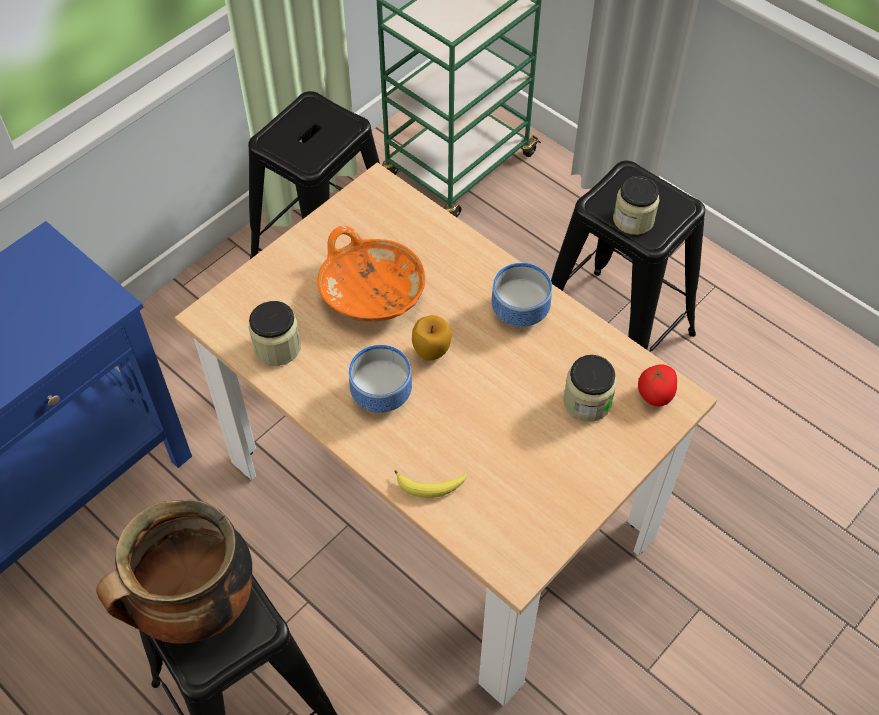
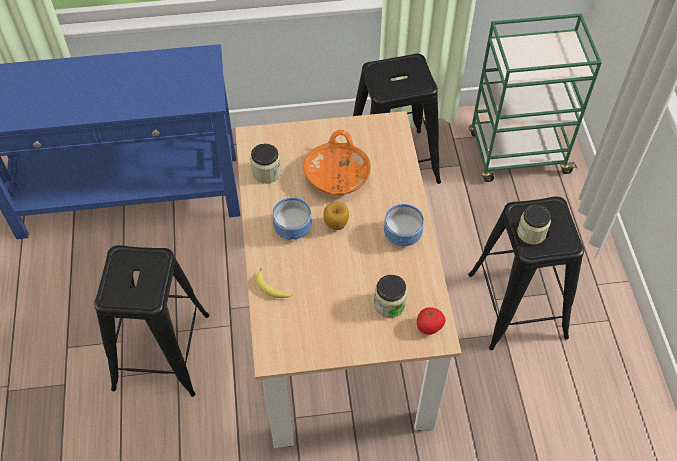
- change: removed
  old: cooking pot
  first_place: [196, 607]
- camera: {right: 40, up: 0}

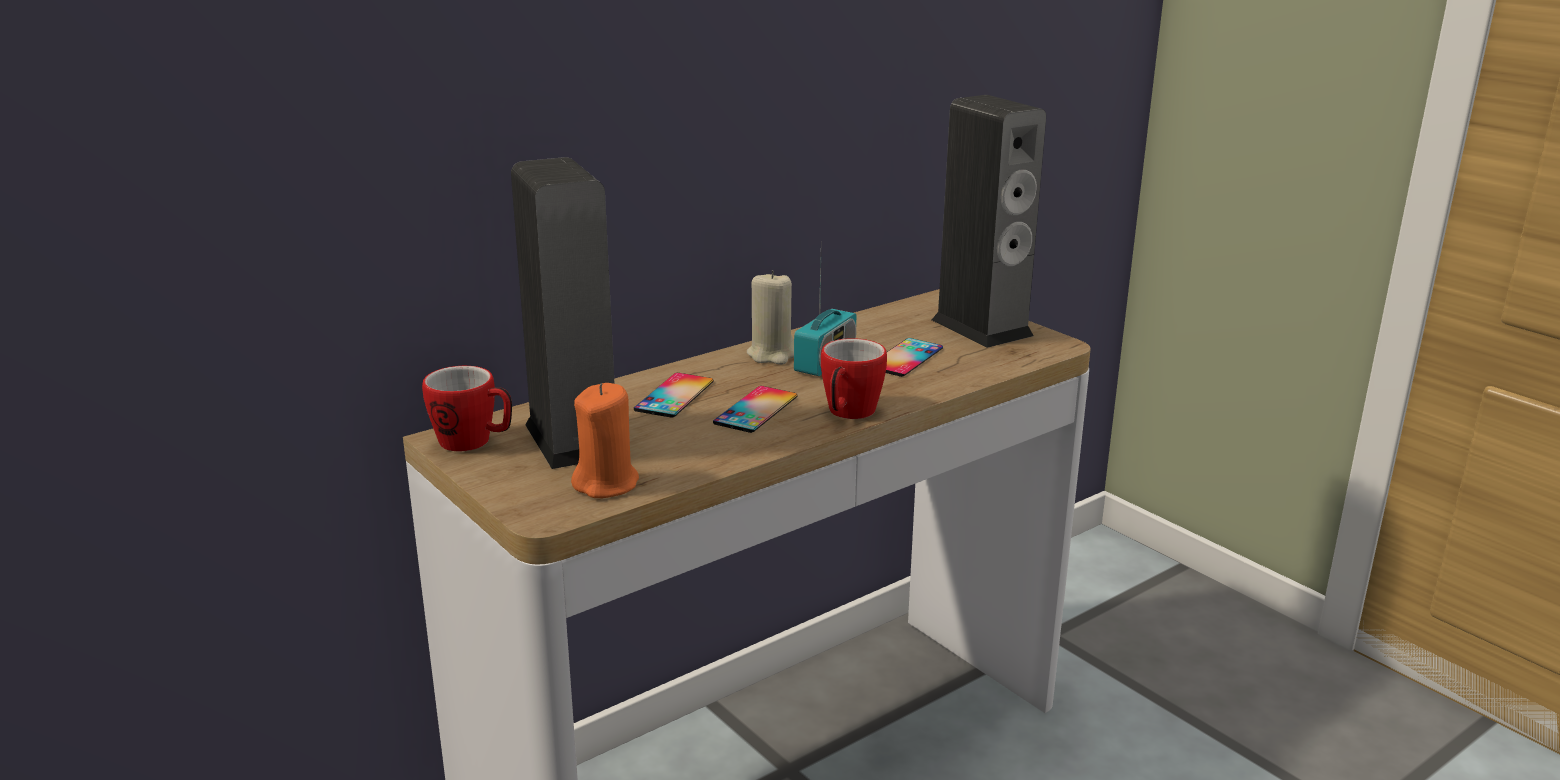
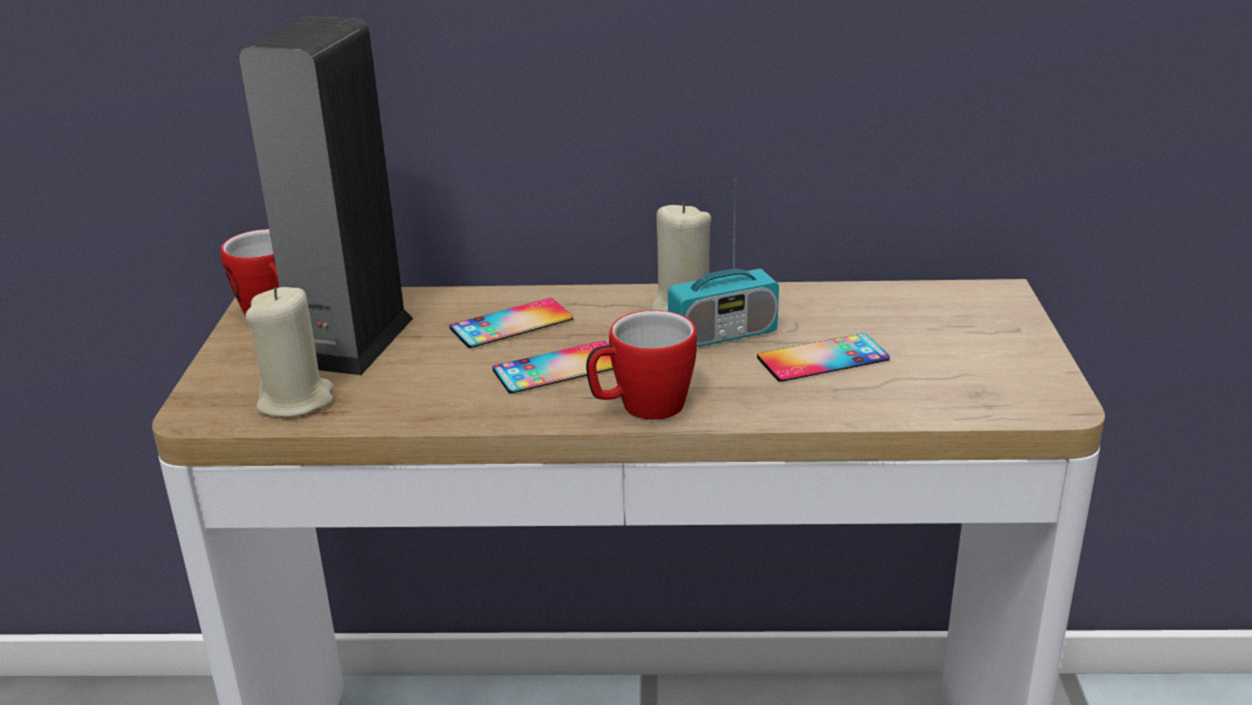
- change: recoloured
  old: orange candle
  new: beige candle
  first_place: [606, 484]
  second_place: [296, 400]
- change: removed
  old: speaker
  first_place: [981, 327]
- camera: {right: 40, up: 5}

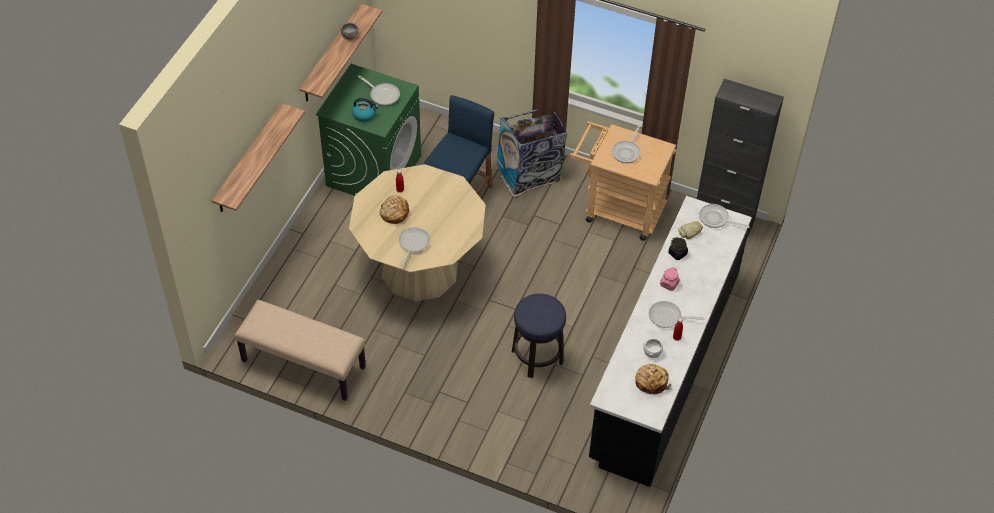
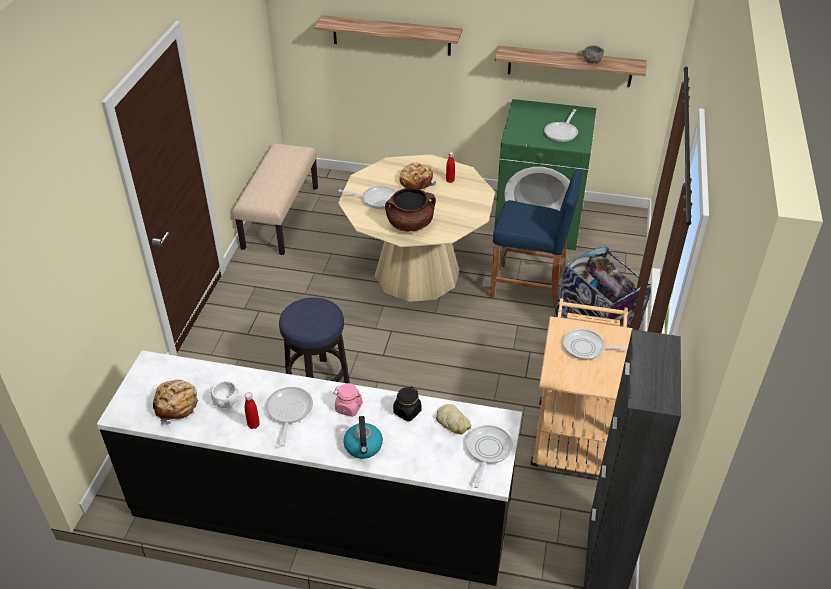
- change: moved
  old: kettle
  first_place: [364, 114]
  second_place: [363, 447]
- change: added
  new: brown cooking pot
  second_place: [410, 224]
- camera: {right: 80, up: -10}

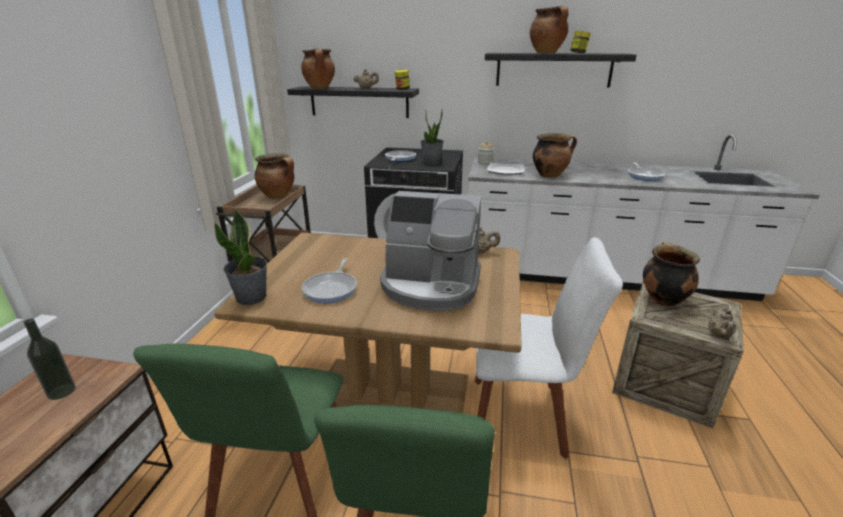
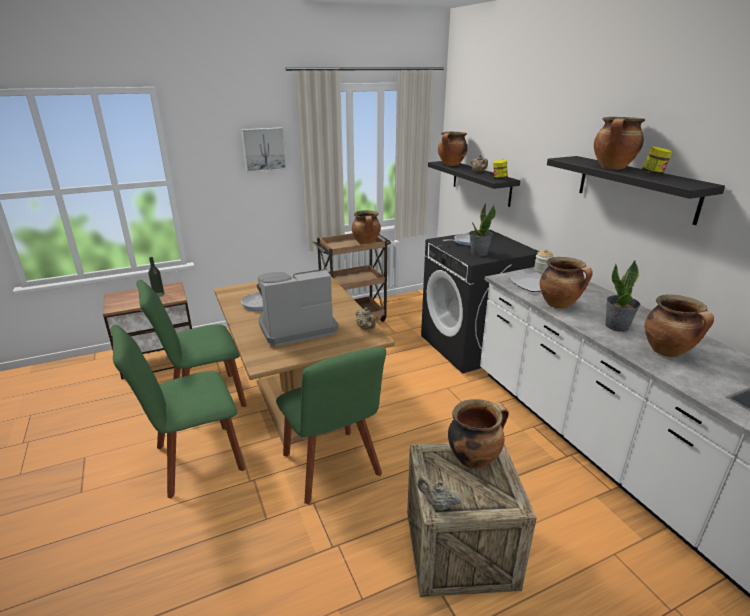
- change: moved
  old: potted plant
  first_place: [252, 297]
  second_place: [617, 326]
- change: turned
  old: coffee machine
  first_place: [431, 285]
  second_place: [296, 327]
  degrees: 90
- change: recoloured
  old: white chair
  new: green chair
  first_place: [523, 415]
  second_place: [333, 468]
- change: replaced
  old: frying pan
  new: cooking pot
  first_place: [644, 176]
  second_place: [668, 352]
- change: turned
  old: beige teapot
  first_place: [719, 335]
  second_place: [438, 504]
  degrees: 45
- change: added
  new: picture
  second_place: [264, 149]
- camera: {right: 55, up: 0}

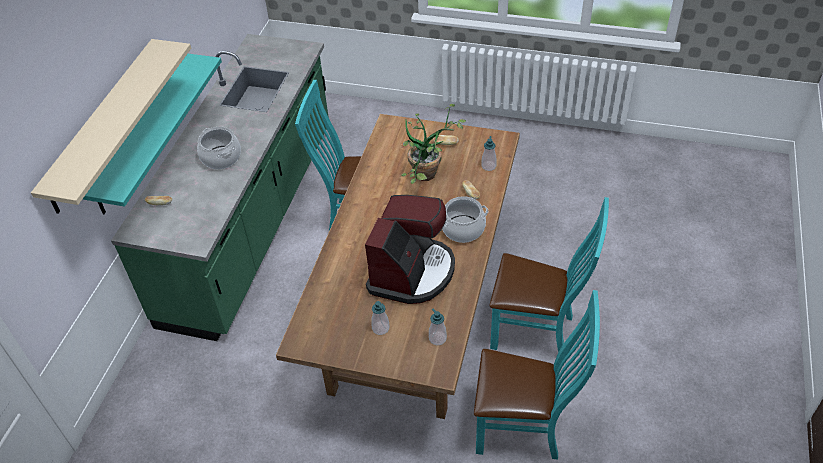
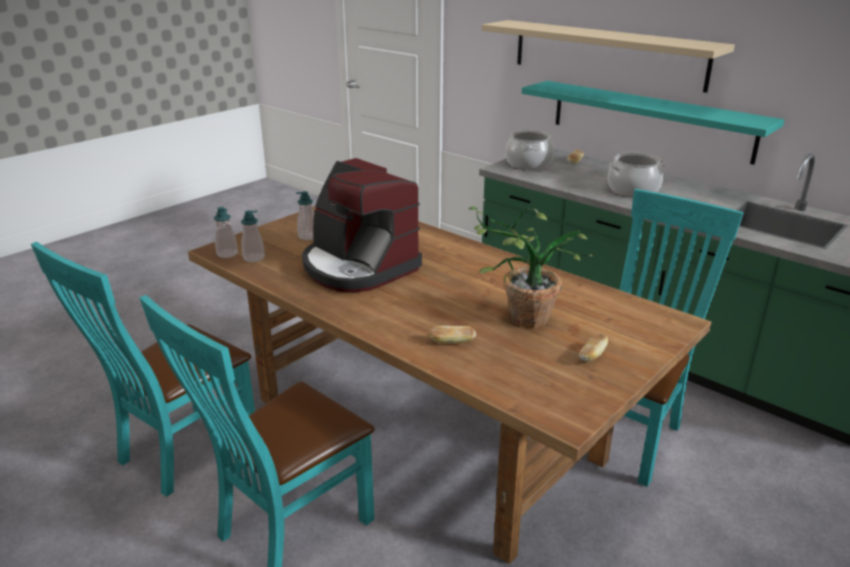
- change: moved
  old: cooking pot
  first_place: [463, 229]
  second_place: [528, 164]
- change: moved
  old: soap dispenser
  first_place: [488, 166]
  second_place: [227, 254]
- camera: {right: 115, up: -20}

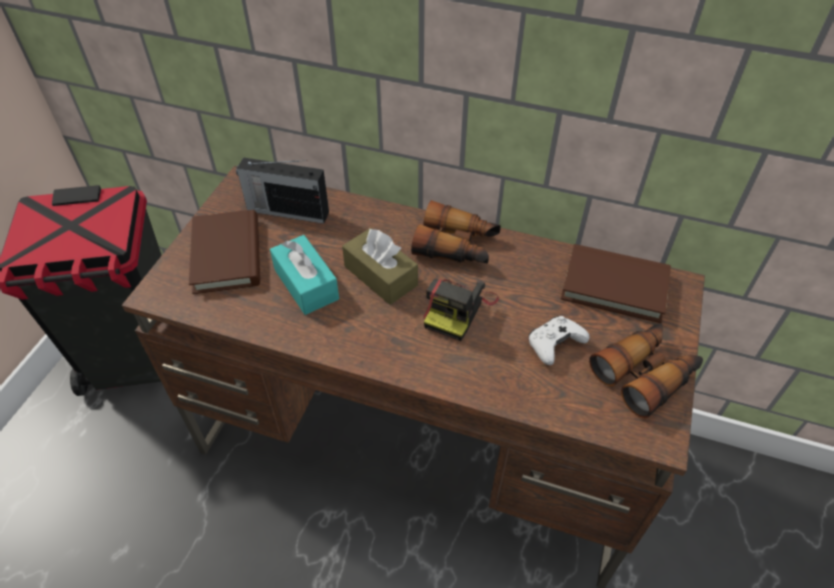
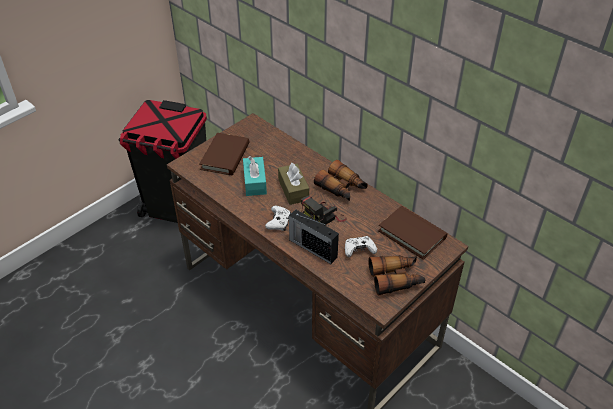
- change: moved
  old: radio
  first_place: [286, 211]
  second_place: [312, 248]
- change: added
  new: white game controller
  second_place: [279, 222]
- camera: {right: 25, up: -5}

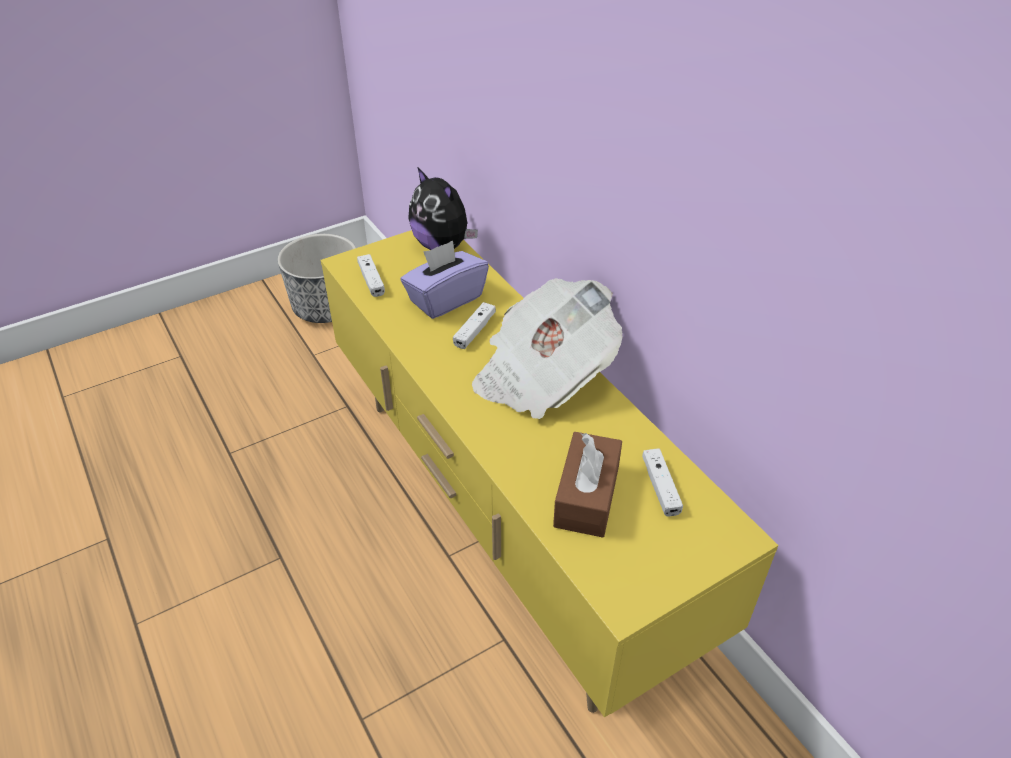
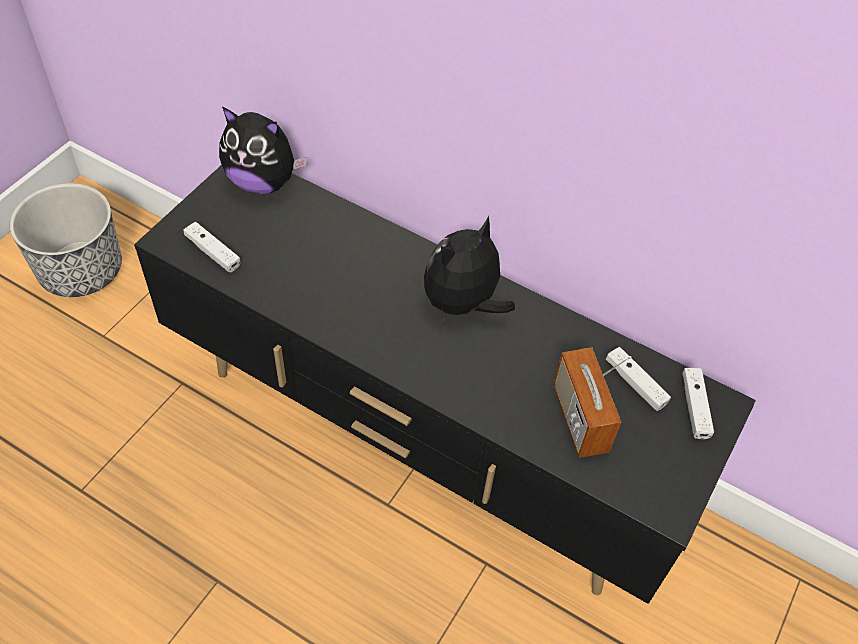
- change: recoloured
  old: yellow tv stand
  new: black tv stand
  first_place: [507, 519]
  second_place: [422, 442]
- change: removed
  old: purple tissue box
  first_place: [445, 299]
- change: moved
  old: white game controller
  first_place: [474, 331]
  second_place: [694, 407]
- change: replaced
  old: newspaper
  new: plush toy
  first_place: [542, 375]
  second_place: [463, 305]
- change: replaced
  old: brown tissue box
  new: radio
  first_place: [587, 496]
  second_place: [579, 419]
- camera: {right: -30, up: 10}

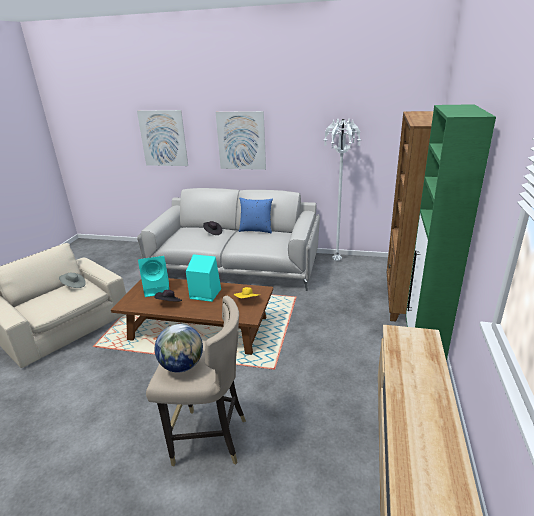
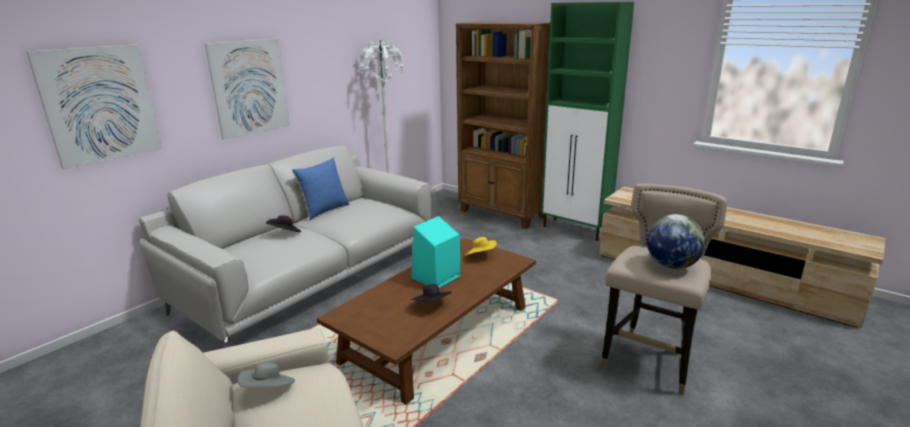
- change: removed
  old: turquoise speaker
  first_place: [158, 289]
- camera: {right: -65, up: -5}

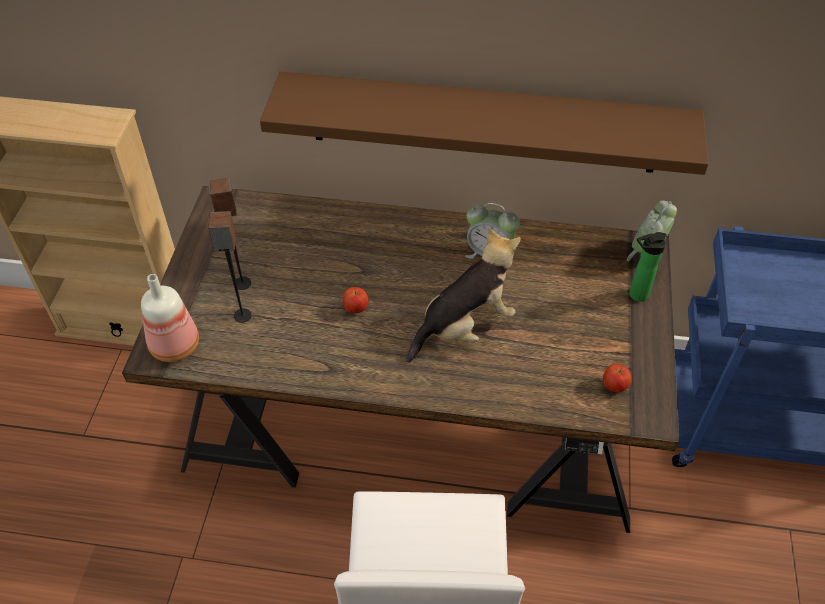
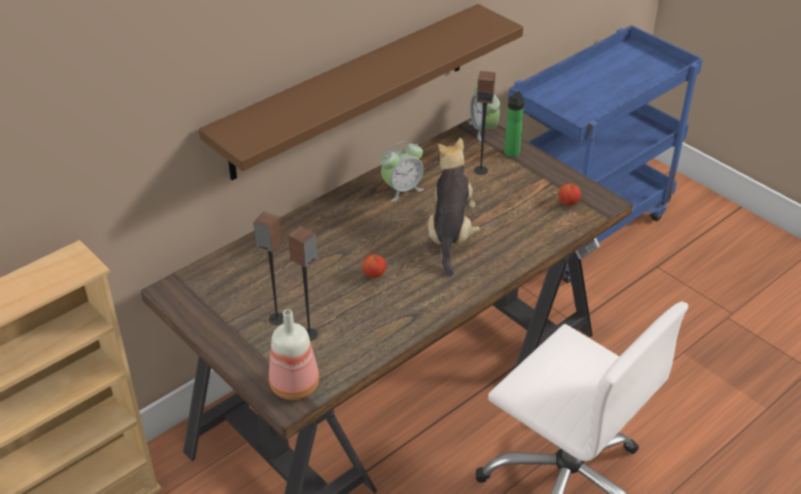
- change: added
  new: speaker
  second_place: [481, 170]
- camera: {right: -50, up: -10}

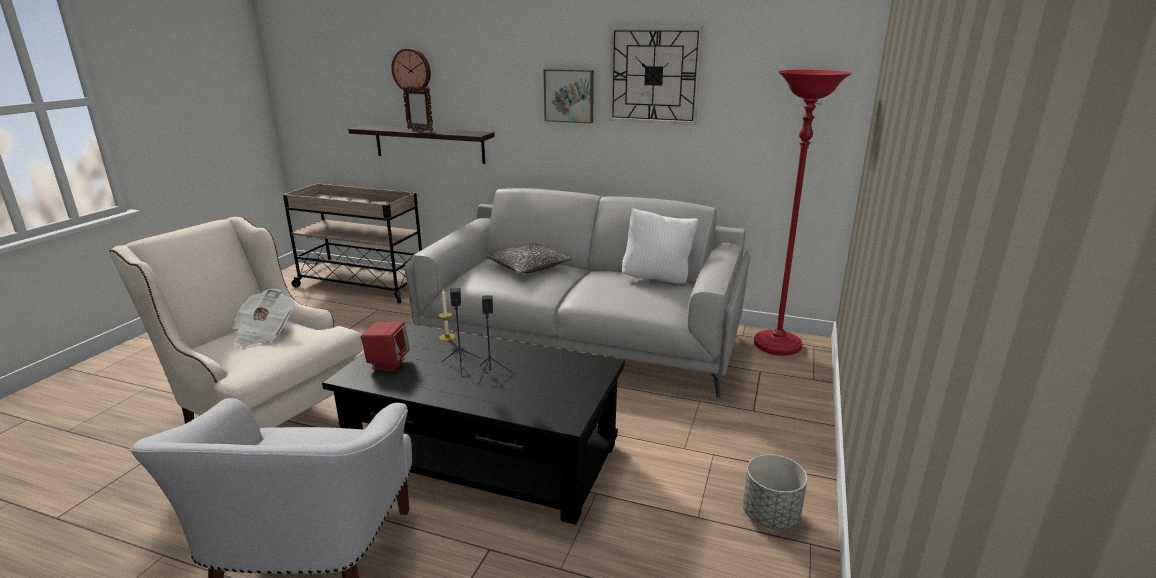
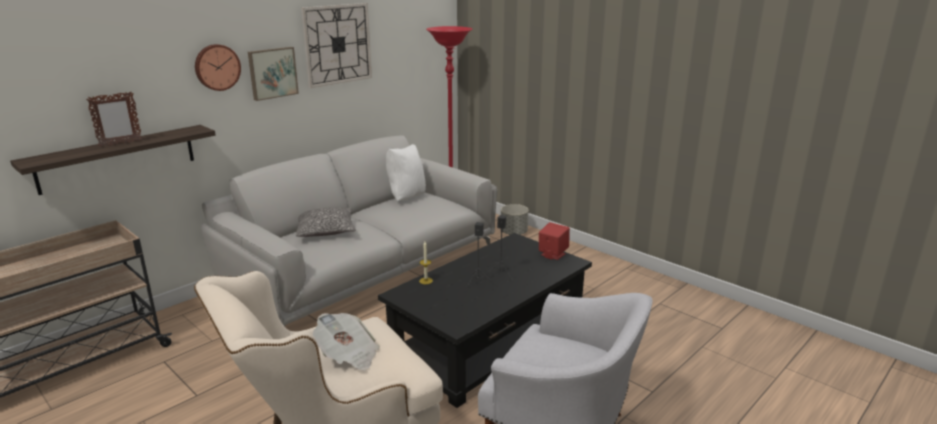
- change: moved
  old: red speaker
  first_place: [388, 363]
  second_place: [552, 254]
- change: moved
  old: wall clock
  first_place: [412, 70]
  second_place: [217, 67]
- change: moved
  old: grey planter
  first_place: [770, 516]
  second_place: [514, 233]
- camera: {right: -65, up: 0}

